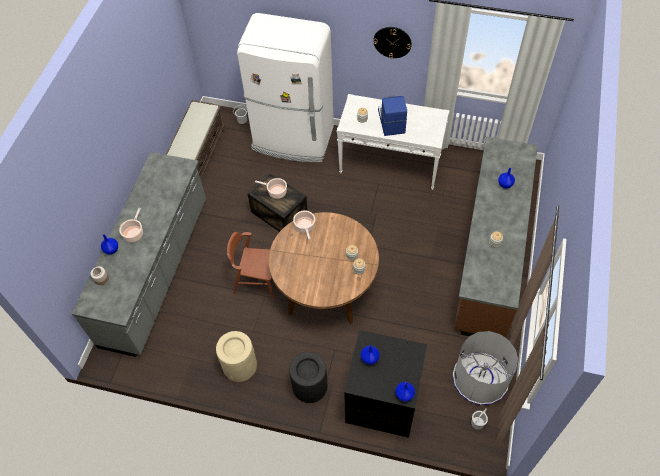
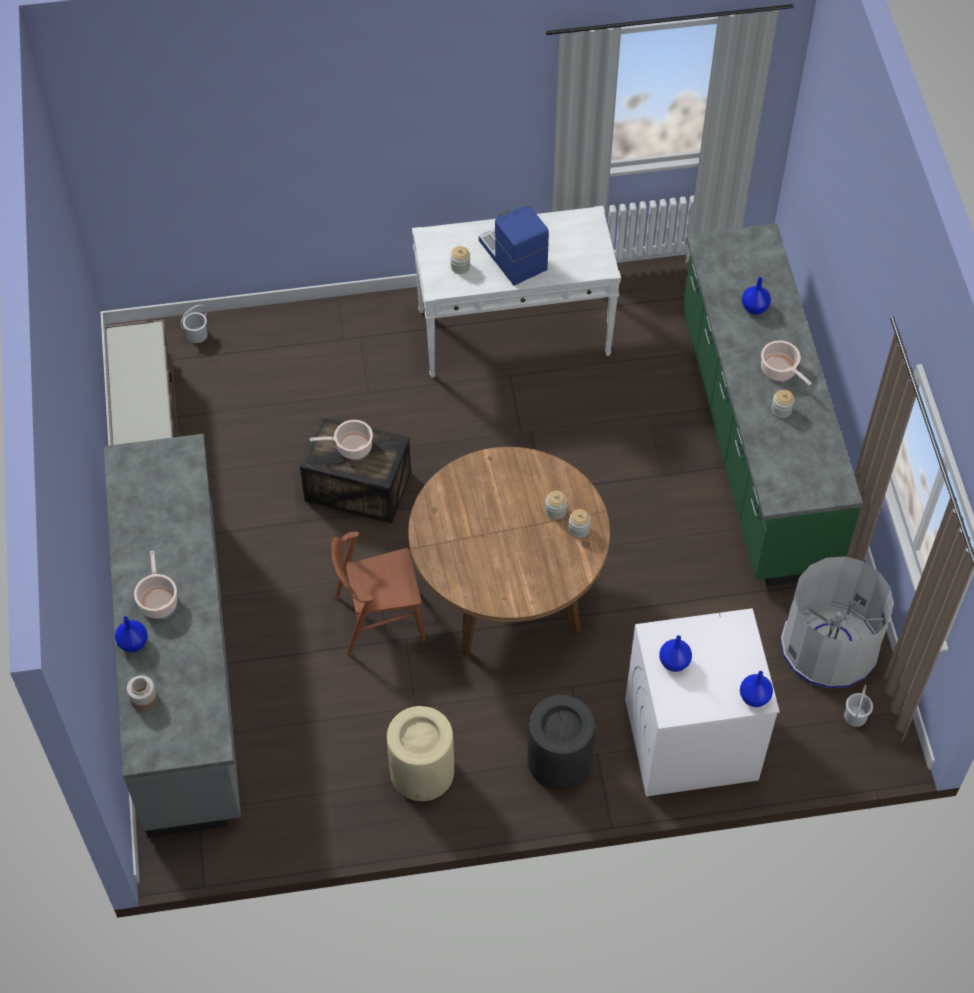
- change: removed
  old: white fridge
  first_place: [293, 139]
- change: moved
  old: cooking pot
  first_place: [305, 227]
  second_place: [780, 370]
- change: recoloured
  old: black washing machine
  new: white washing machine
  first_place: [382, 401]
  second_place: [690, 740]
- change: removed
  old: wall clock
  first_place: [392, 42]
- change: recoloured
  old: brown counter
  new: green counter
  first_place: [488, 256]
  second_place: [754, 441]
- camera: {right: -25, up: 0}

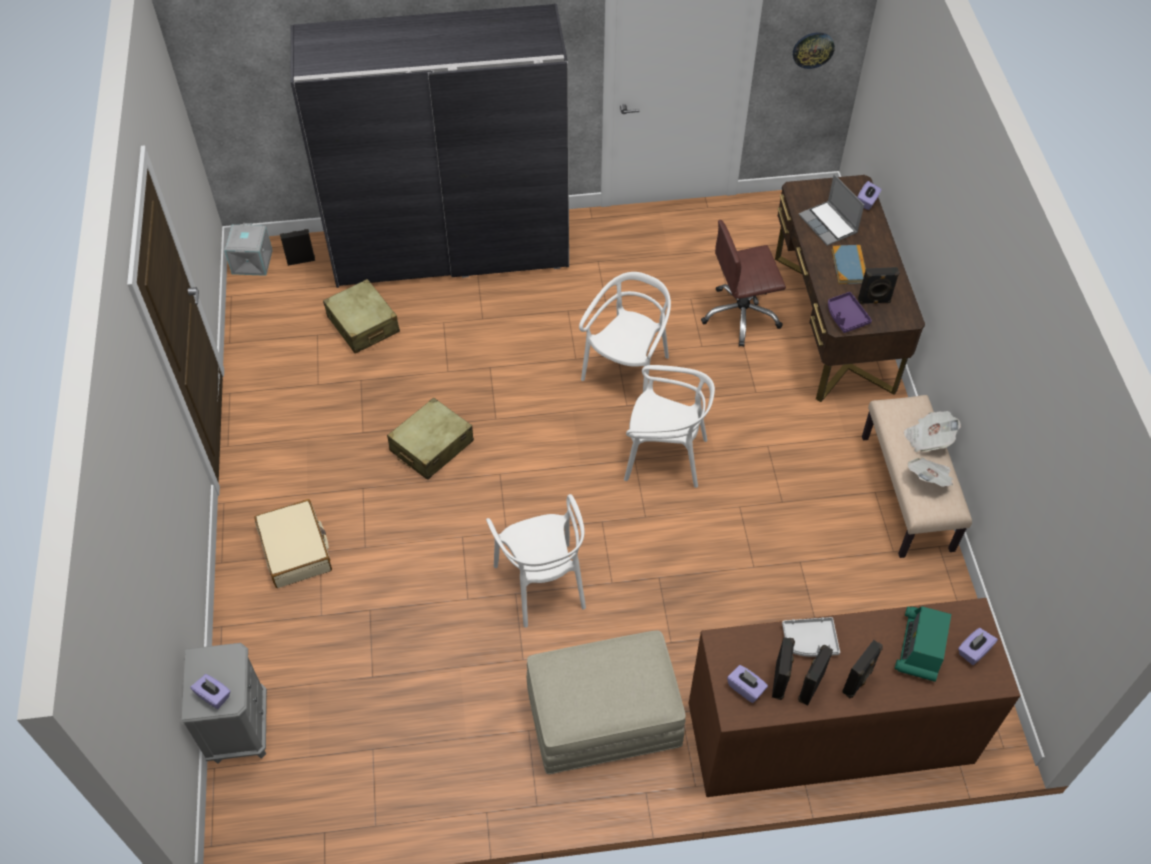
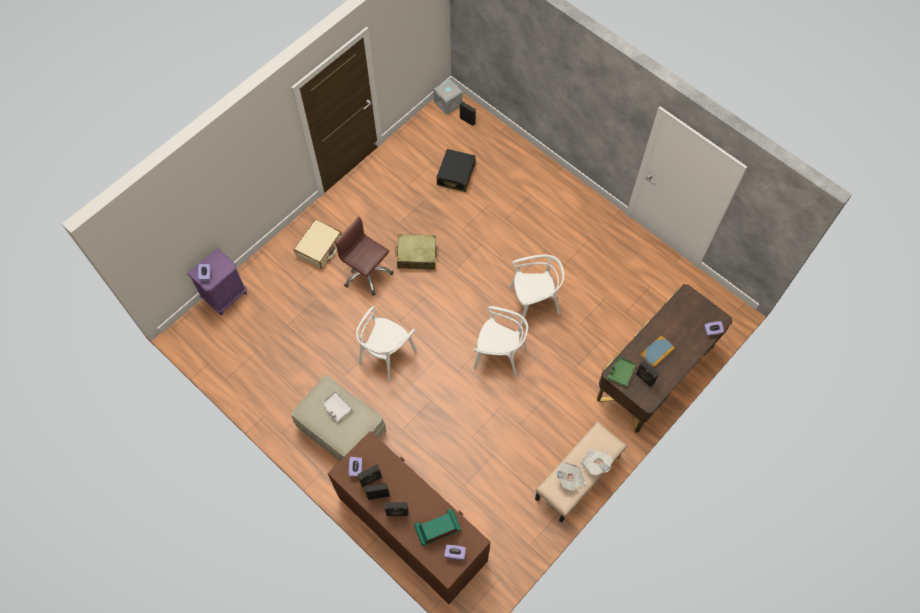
- change: recoloured
  old: grey nightstand
  new: purple nightstand
  first_place: [239, 727]
  second_place: [226, 296]
- change: removed
  old: grey wardrobe
  first_place: [451, 249]
- change: recoloured
  old: beige suitcase
  new: black suitcase
  first_place: [363, 325]
  second_place: [456, 175]
- change: turned
  old: white chair
  first_place: [665, 456]
  second_place: [499, 355]
  degrees: -45
- change: moved
  old: brown office chair
  first_place: [741, 315]
  second_place: [366, 273]
- change: moved
  old: grey tray
  first_place: [810, 641]
  second_place: [337, 408]
- change: removed
  old: wall clock
  first_place: [813, 49]
- change: removed
  old: laptop
  first_place: [829, 224]
- change: recoloured
  old: purple tray
  new: green tray
  first_place: [846, 317]
  second_place: [621, 373]
- camera: {right: 50, up: 10}

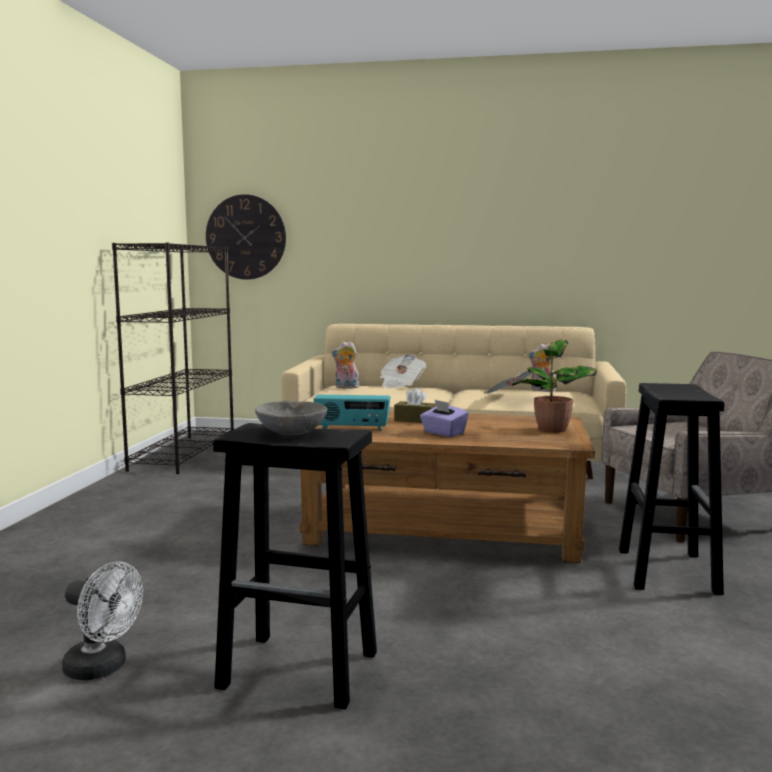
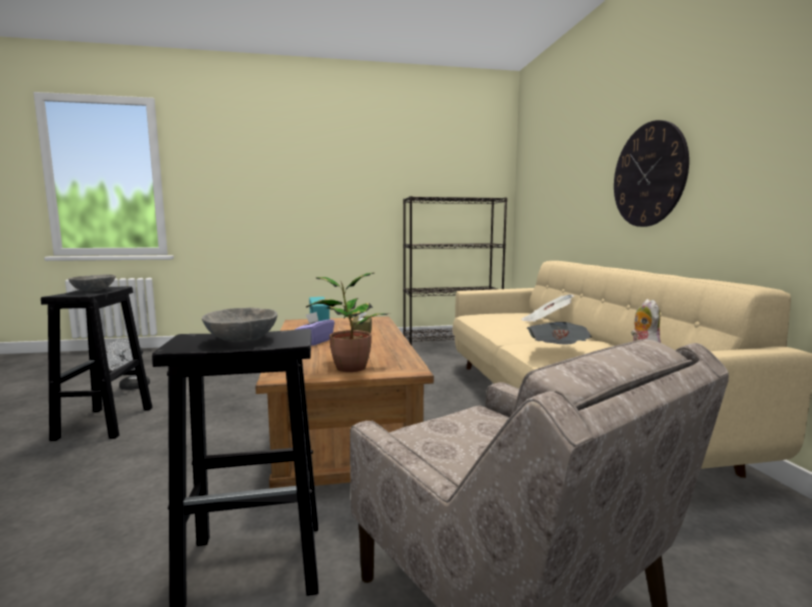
- change: moved
  old: wall clock
  first_place: [246, 237]
  second_place: [648, 175]
- change: removed
  old: plush toy
  first_place: [346, 387]
- change: added
  new: grey bowl
  second_place: [241, 339]
- camera: {right: 70, up: 0}

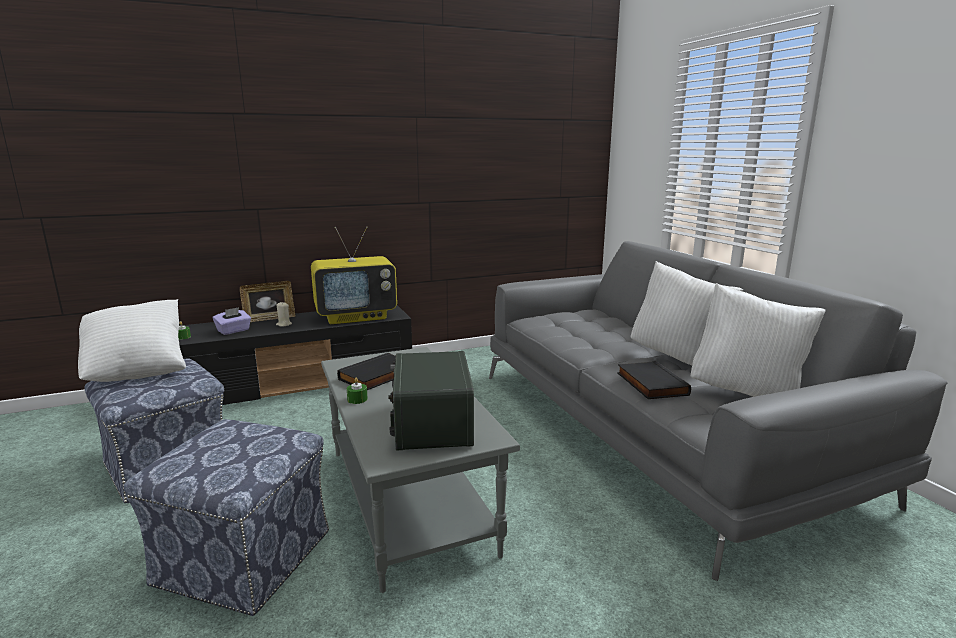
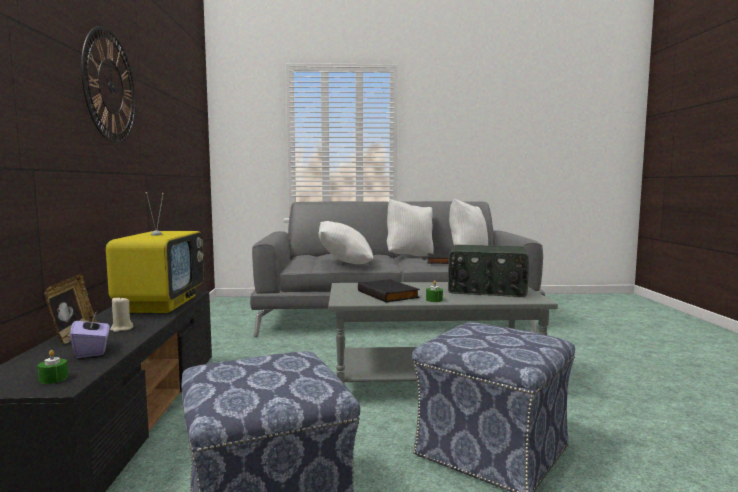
- change: moved
  old: white pillow
  first_place: [138, 370]
  second_place: [344, 263]
- change: added
  new: wall clock
  second_place: [110, 87]
- camera: {right: -70, up: -10}

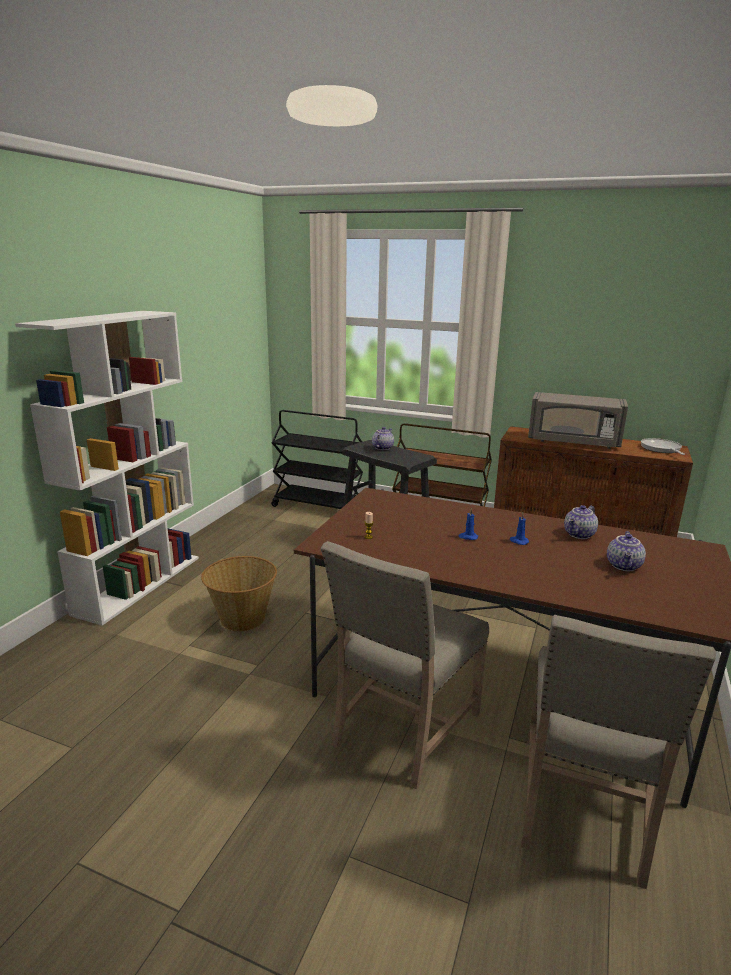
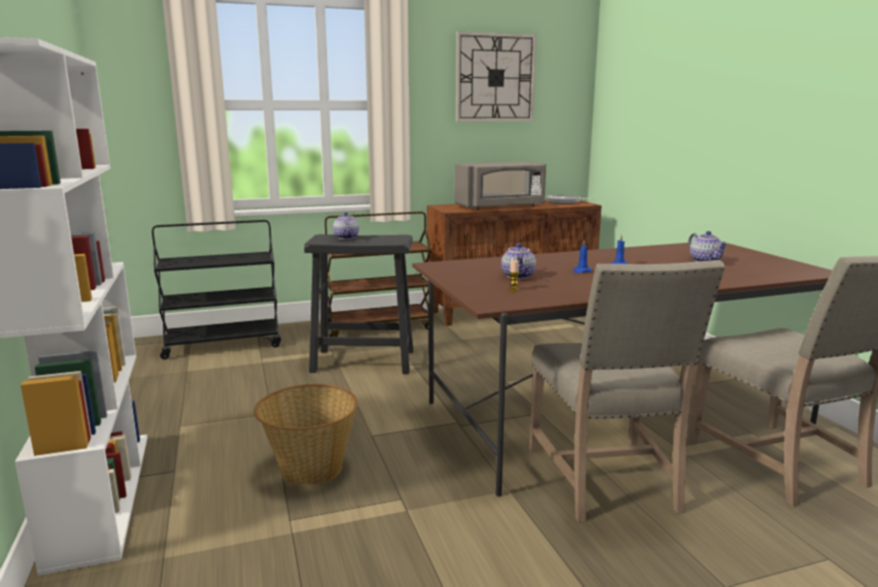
- change: moved
  old: teapot
  first_place: [579, 535]
  second_place: [519, 276]
- change: added
  new: wall clock
  second_place: [495, 78]
- camera: {right: -40, up: -5}

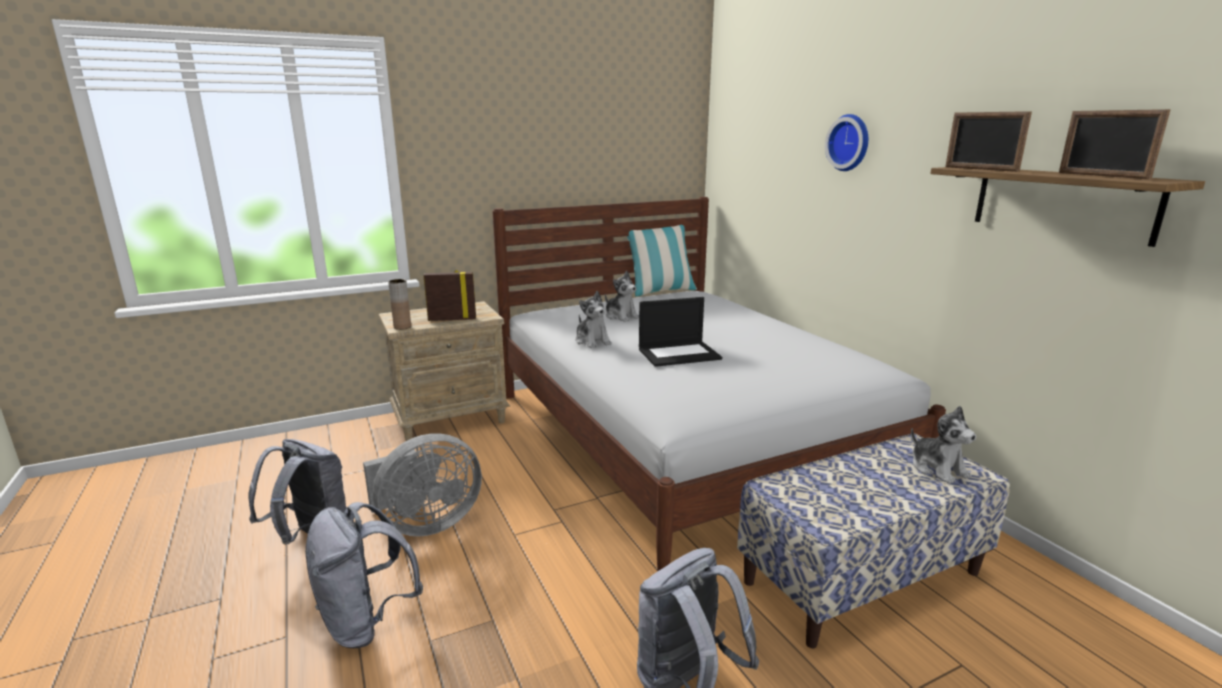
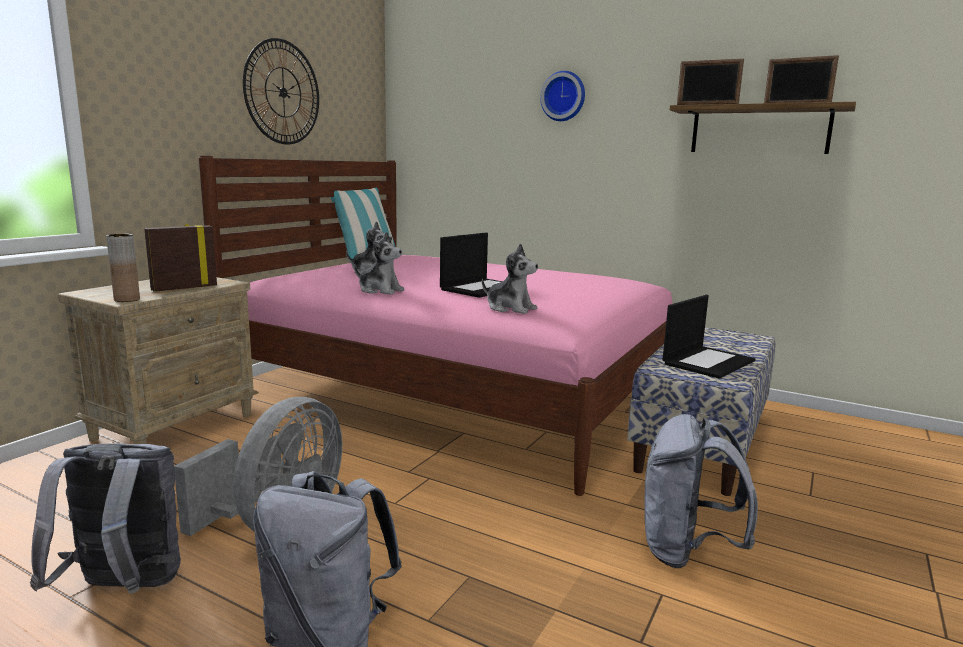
- change: recoloured
  old: white bed
  new: pink bed
  first_place: [685, 437]
  second_place: [457, 389]
- change: moved
  old: plush toy
  first_place: [938, 469]
  second_place: [510, 308]
- change: added
  new: wall clock
  second_place: [283, 92]
- change: added
  new: laptop
  second_place: [708, 362]
- camera: {right: -35, up: -5}

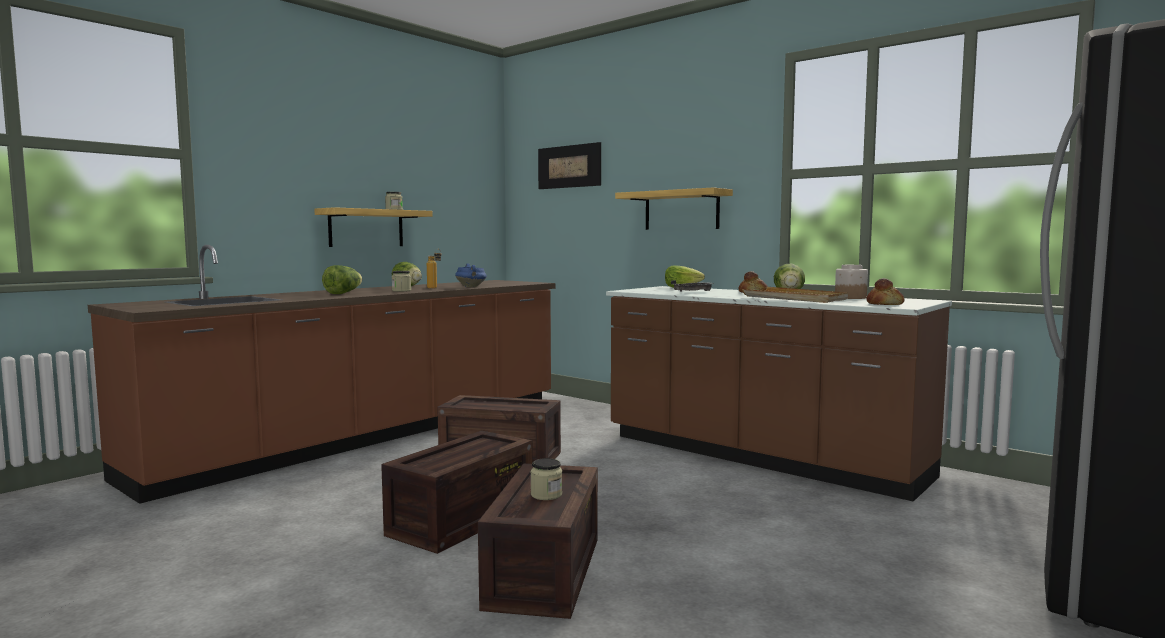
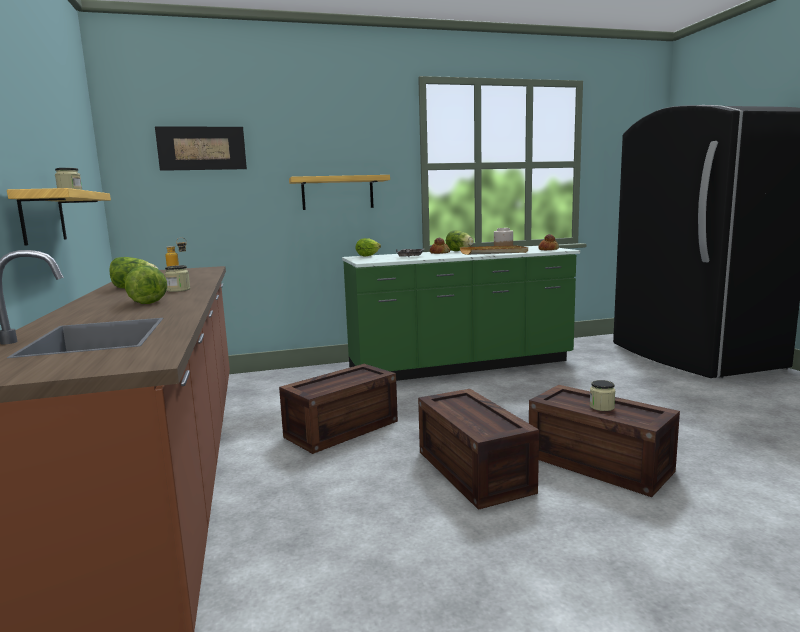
- change: removed
  old: blue cooking pot
  first_place: [471, 287]
- change: recoloured
  old: brown counter
  new: green counter
  first_place: [759, 457]
  second_place: [460, 366]
- camera: {right: -55, up: 5}

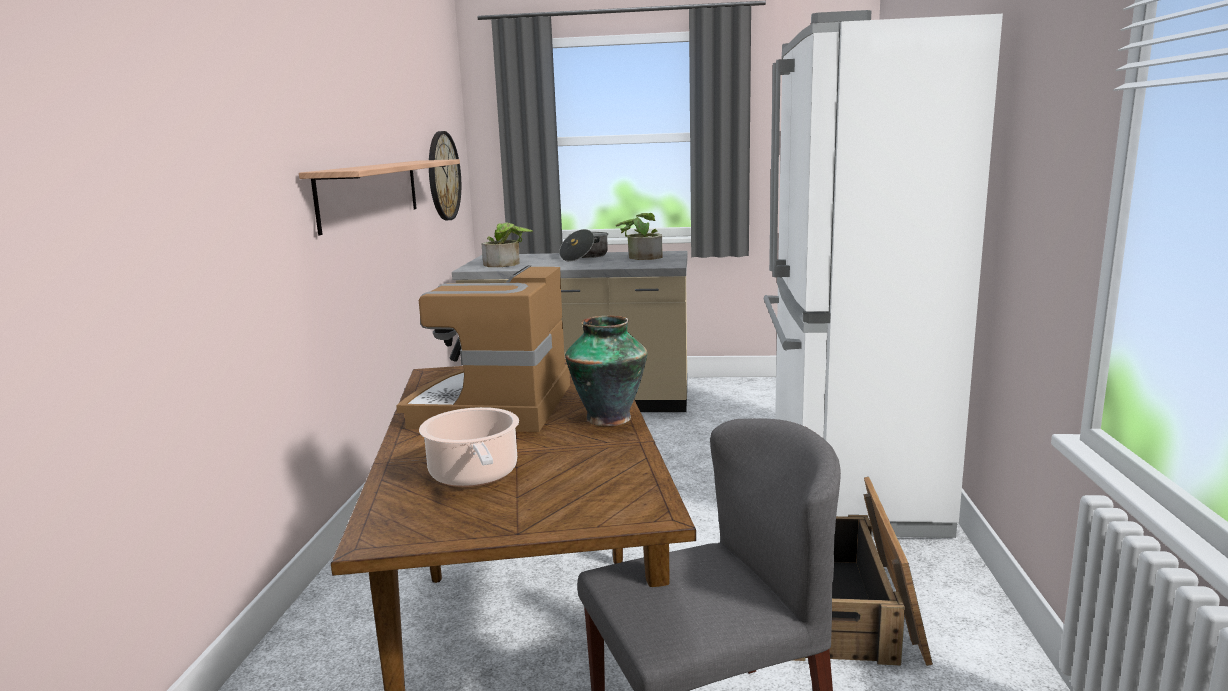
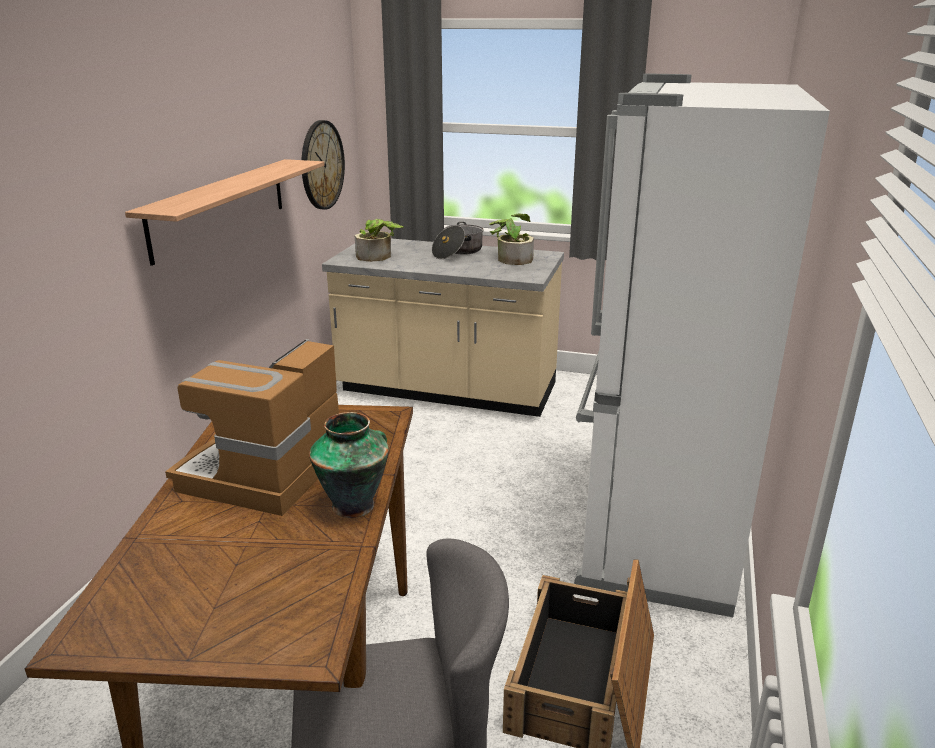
- change: removed
  old: cooking pot
  first_place: [474, 476]
- camera: {right: 10, up: 10}

